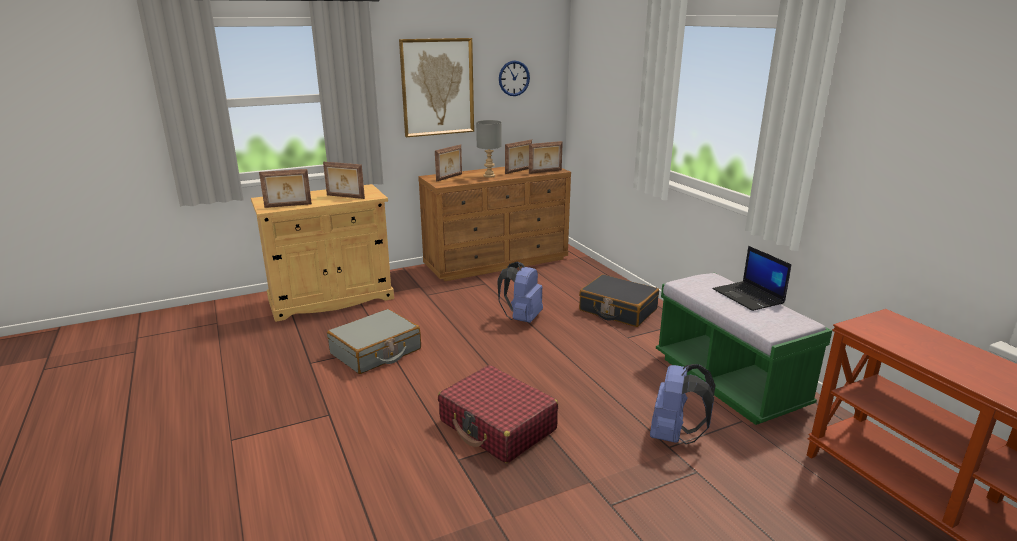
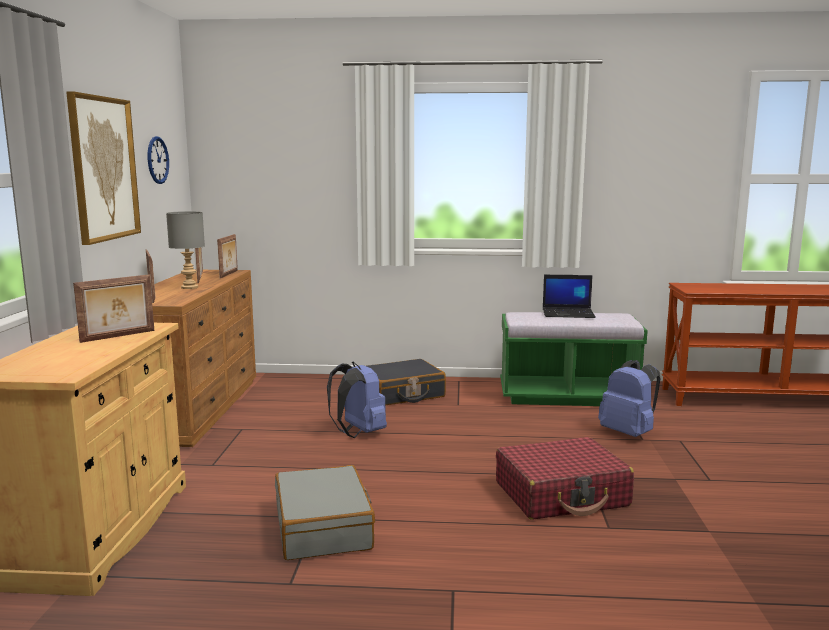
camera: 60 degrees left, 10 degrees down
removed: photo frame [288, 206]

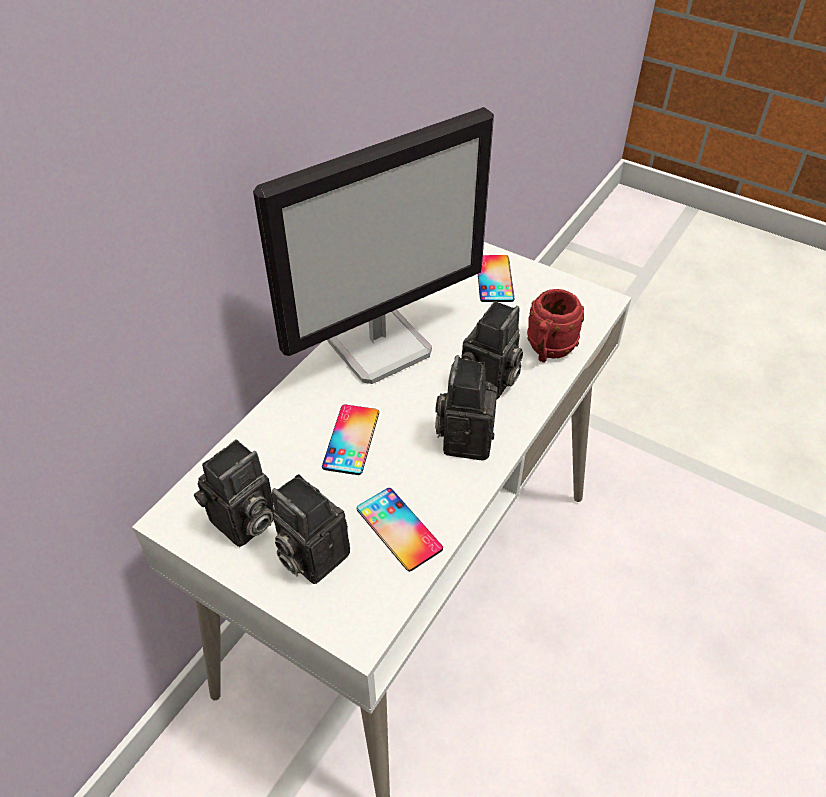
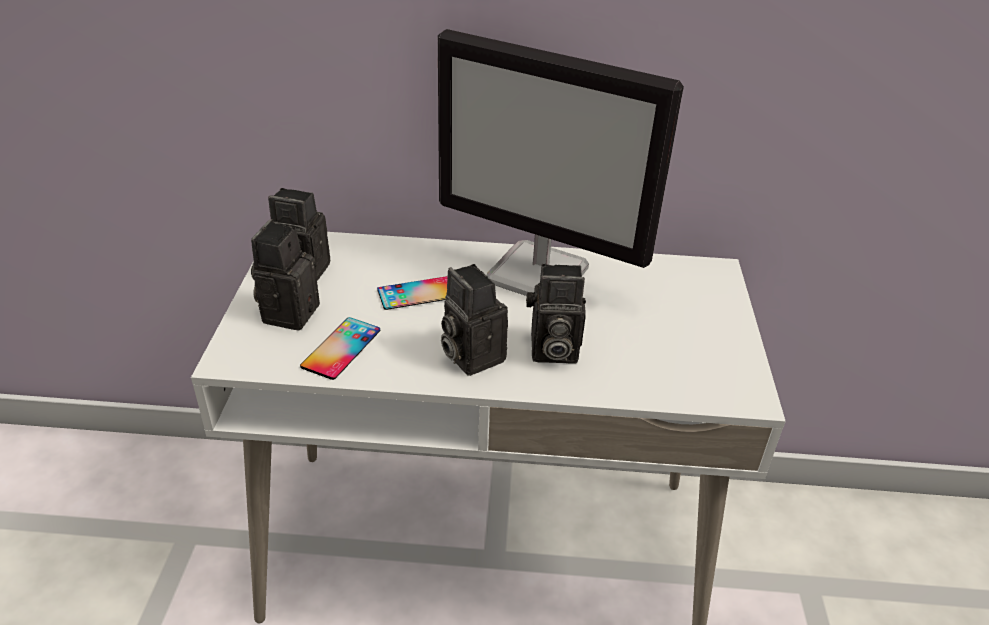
camera: 60 degrees right, 10 degrees down
removed: phone [494, 279]; coffee mug (red) [548, 351]
turned: still camera [464, 437] = [469, 355] 105 degrees counterclockwise

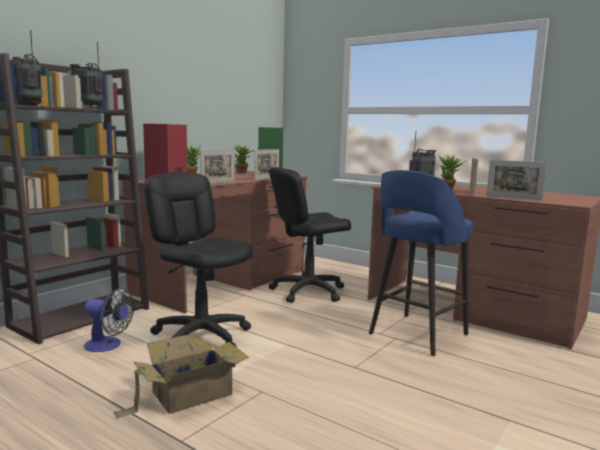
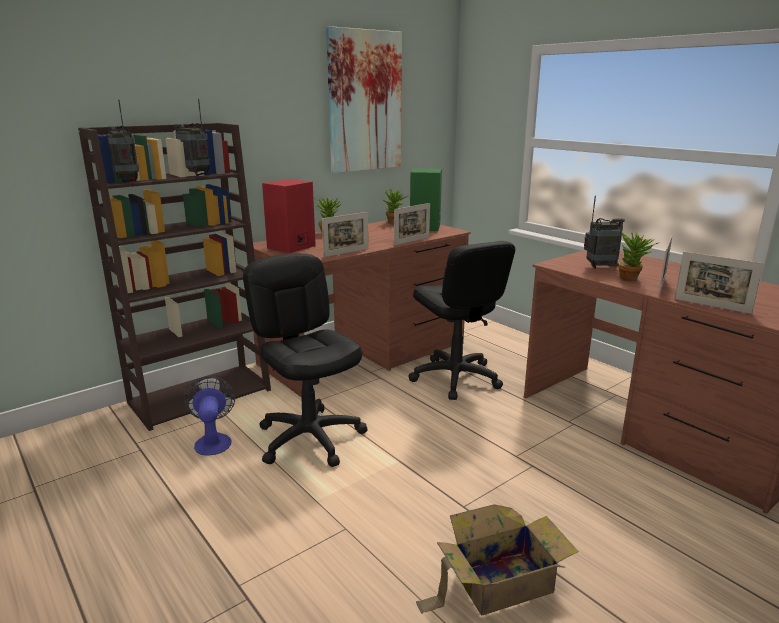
camera: 15 degrees right, 10 degrees up
removed: stool seat (bluish) [416, 335]
added: wall picture [365, 102]
moved: cardboard box [188, 394] to [498, 583]
turned: desk chair (black) [308, 291] = [455, 378] 105 degrees counterclockwise; fan [108, 345] = [213, 440] 135 degrees counterclockwise

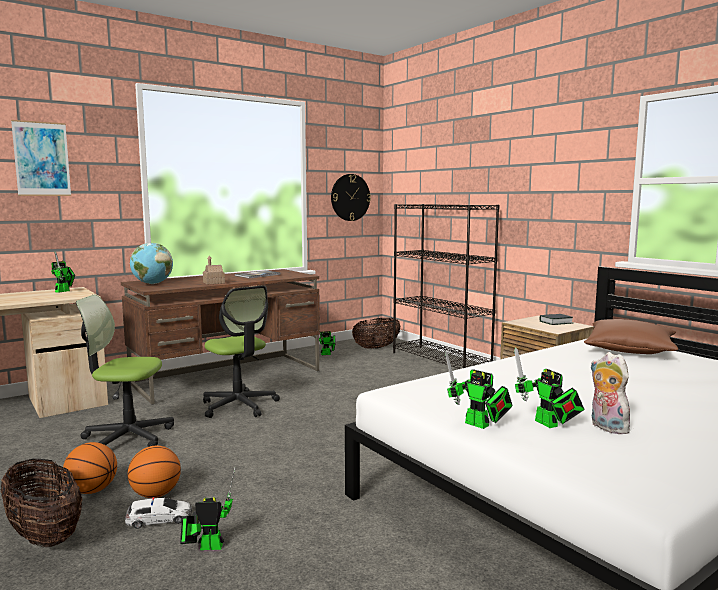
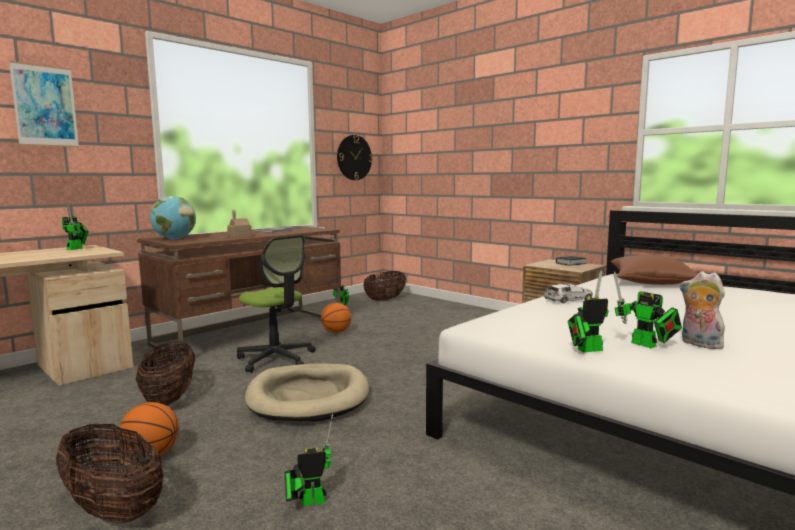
camera: 10 degrees left, 0 degrees up
removed: shelving unit (black) [441, 360]
added: dog cushion (beige) [308, 397]
moved: basketball [155, 494] to [336, 332]; model car [159, 519] to [568, 299]
replaced: desk chair [127, 438] to basket [169, 398]
turned: model robot [480, 425] = [586, 350] 135 degrees clockwise

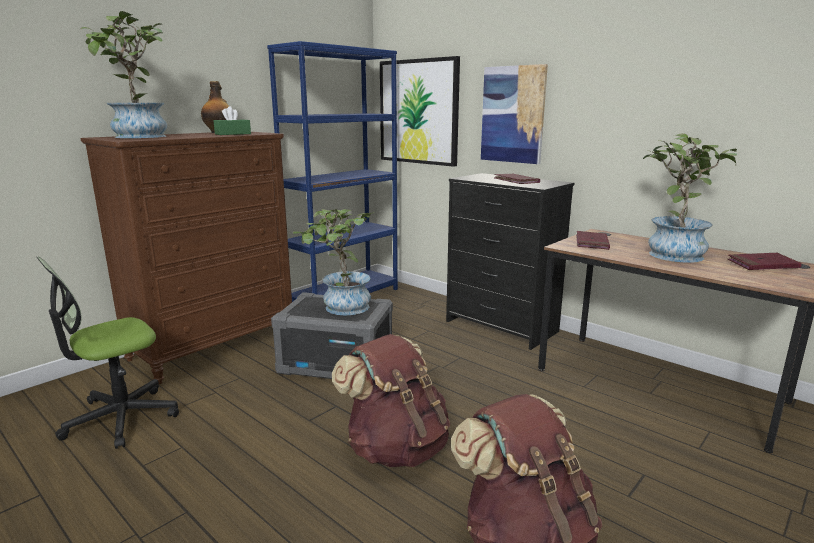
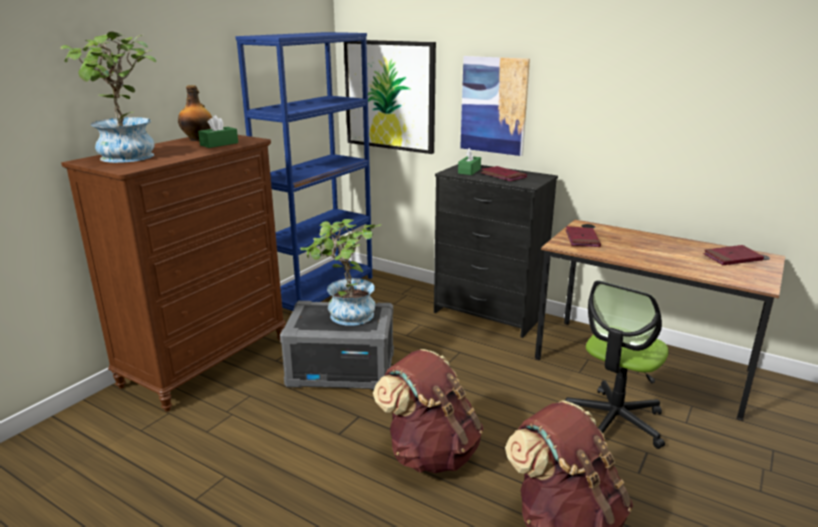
camera: 10 degrees left, 5 degrees up
removed: plant in a pot [675, 253]
added: tissue box (green) [469, 171]
moved: desk chair [121, 418] to [613, 420]

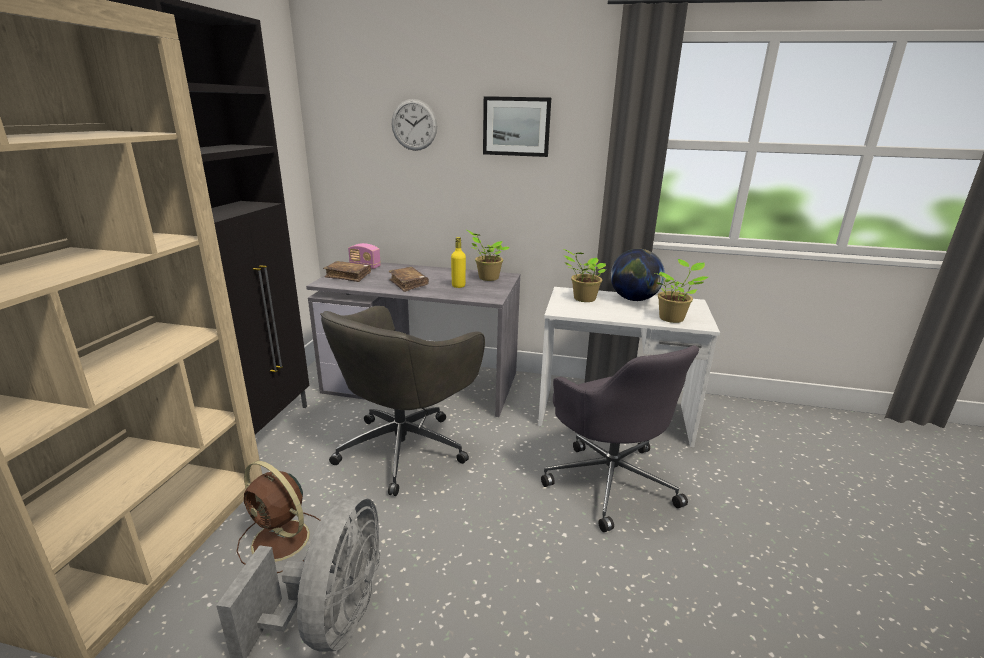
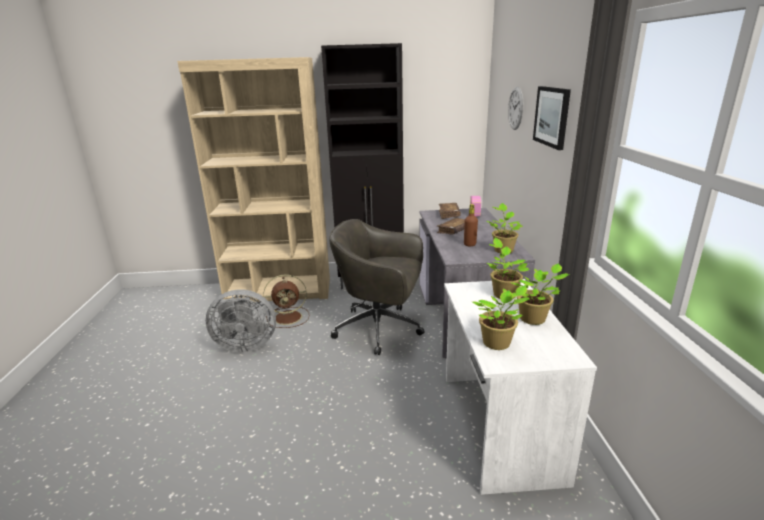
camera: 75 degrees right, 0 degrees up
removed: desk chair (greyish) [609, 480]
replaced: world globe [633, 299] to plant in a pot [534, 319]
recoloured: beverage bottle (yellowish) [458, 286] to beverage bottle (brown) [469, 244]
turned: fan (brown) [282, 541] = [289, 317] 120 degrees counterclockwise

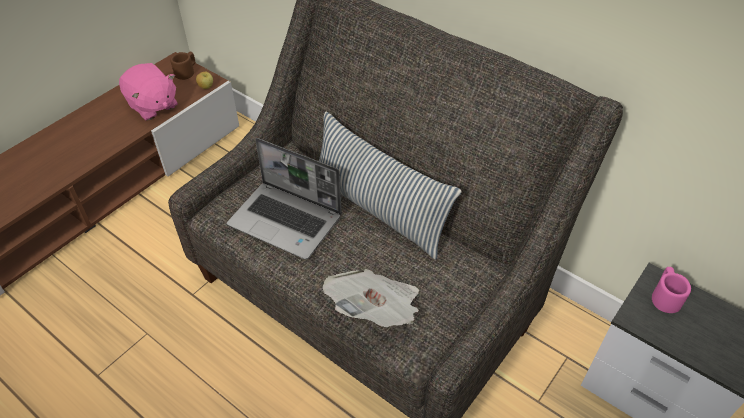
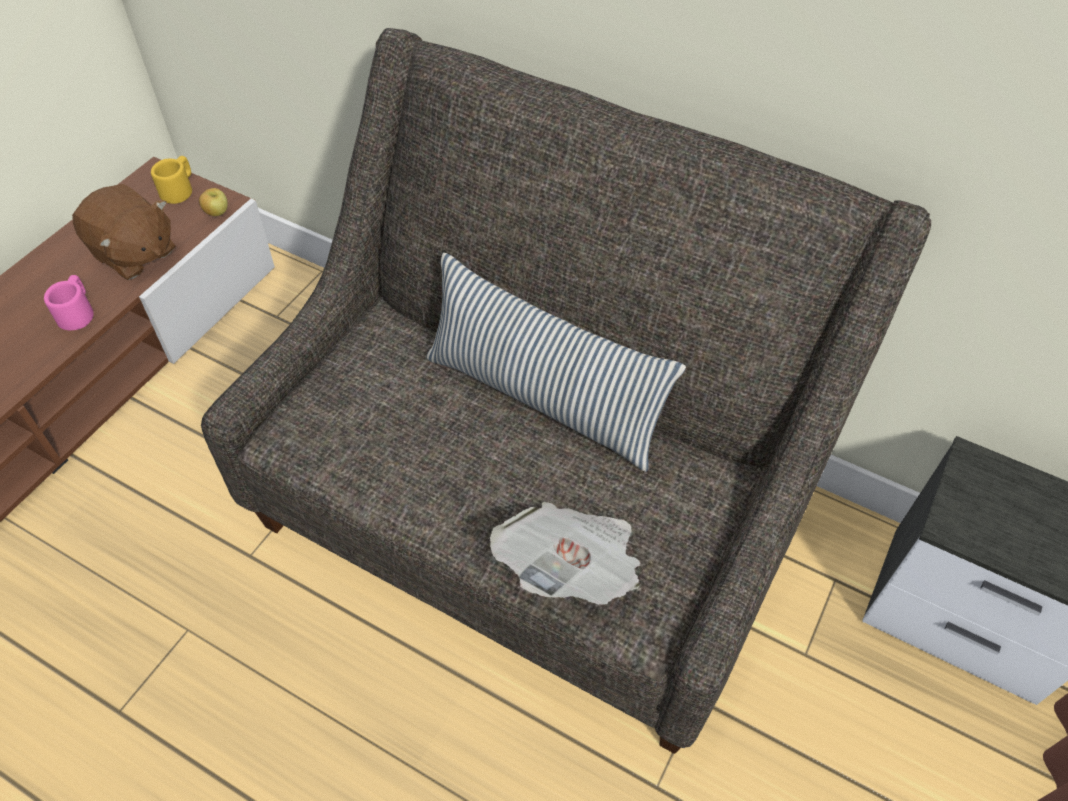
camera: 10 degrees left, 5 degrees up
removed: portable computer [287, 221]
moved: coffee mug (pink) [665, 296] to [78, 312]
recoloured: coffee mug (brown) [186, 72] to coffee mug (yellowish) [179, 189]; soft toy (pink) [152, 106] to soft toy (brown) [134, 254]

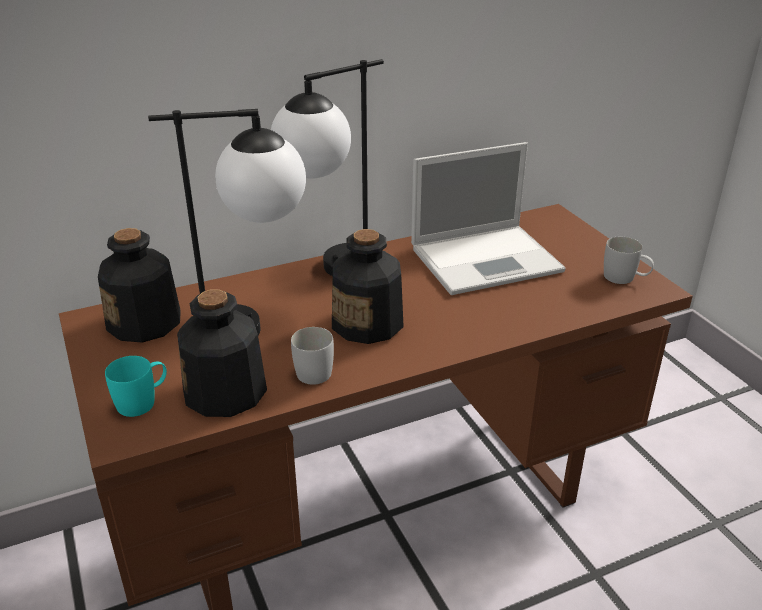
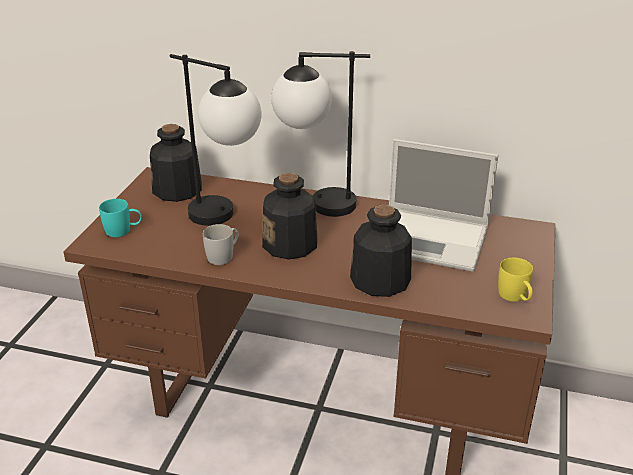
camera: 40 degrees right, 0 degrees up
moved: beverage bottle [226, 393] to [380, 280]
recoloured: coffee mug (white) [625, 278] to coffee mug (yellowish) [515, 297]

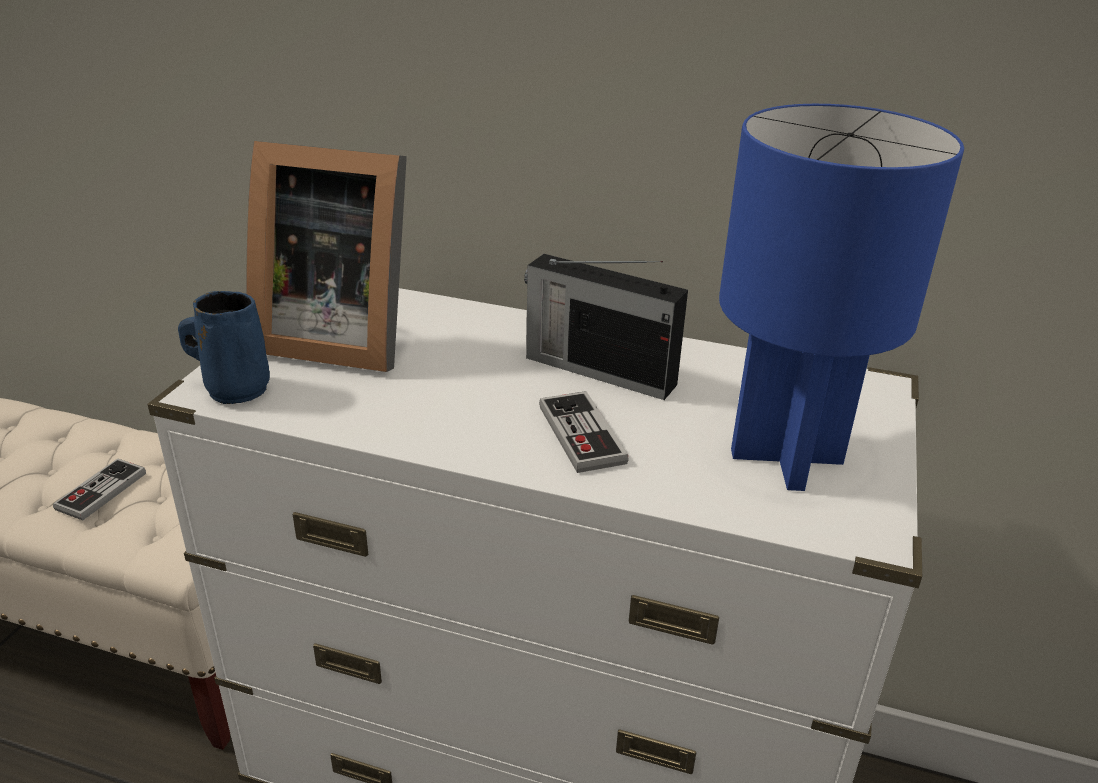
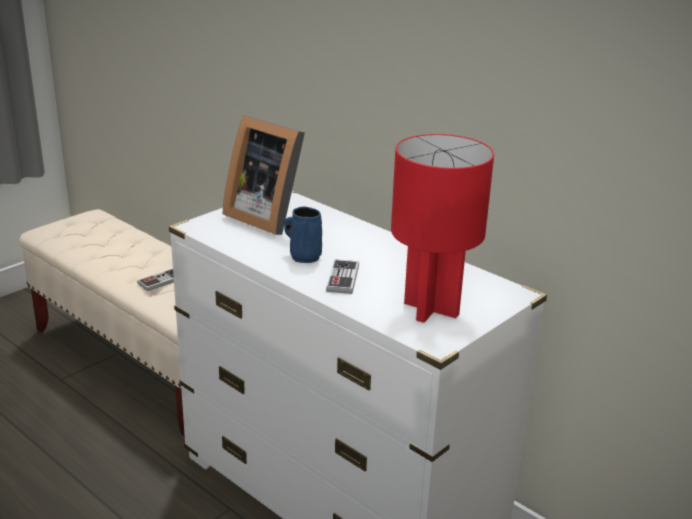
camera: 25 degrees right, 5 degrees down
removed: radio receiver [597, 370]
moved: coffee mug (bluish) [234, 389] to [304, 256]
recoloured: tabletop lamp (bluish) [785, 457] to tabletop lamp (red) [430, 309]

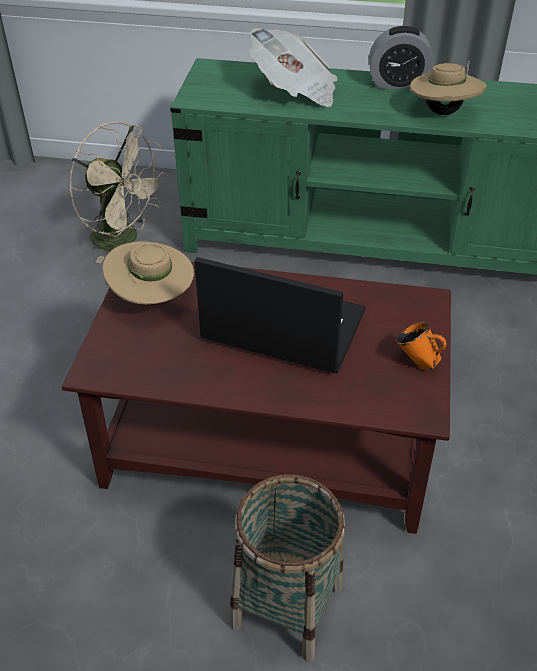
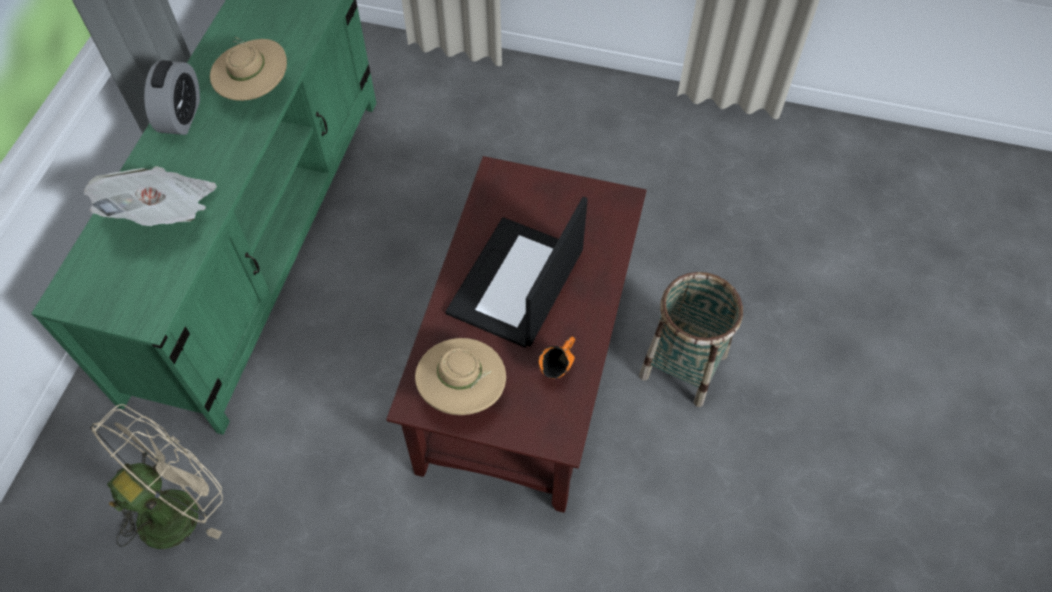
camera: 85 degrees left, 15 degrees up
moved: coffee mug (orange-coloured) [417, 363] to [558, 370]

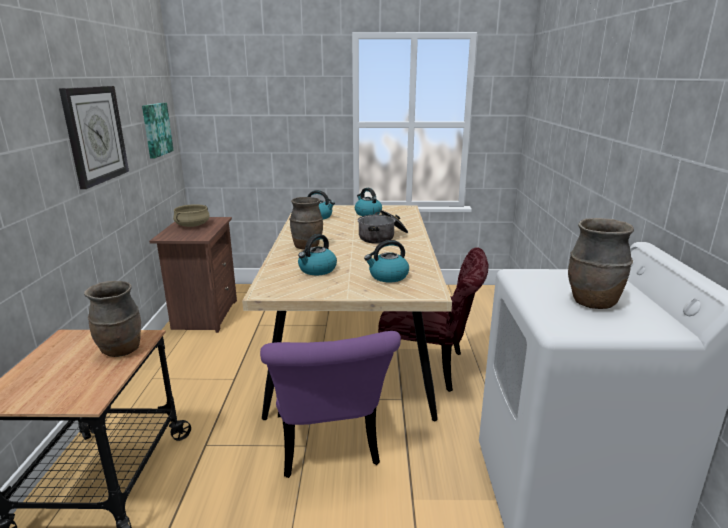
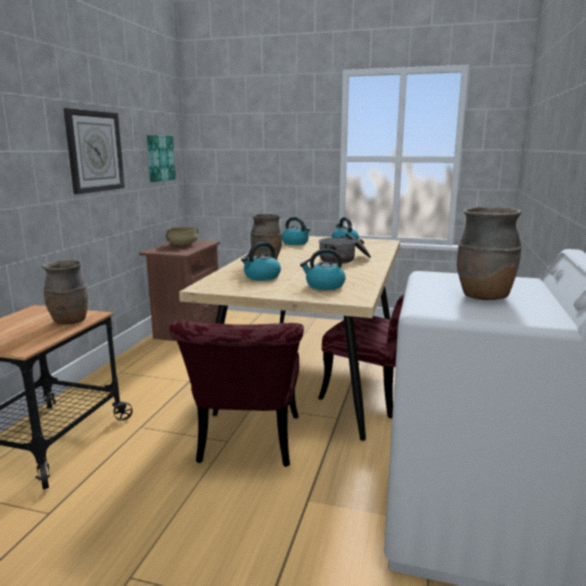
camera: 15 degrees right, 5 degrees down
recoloured: chair (purple) [328, 447] to chair (red) [247, 446]

